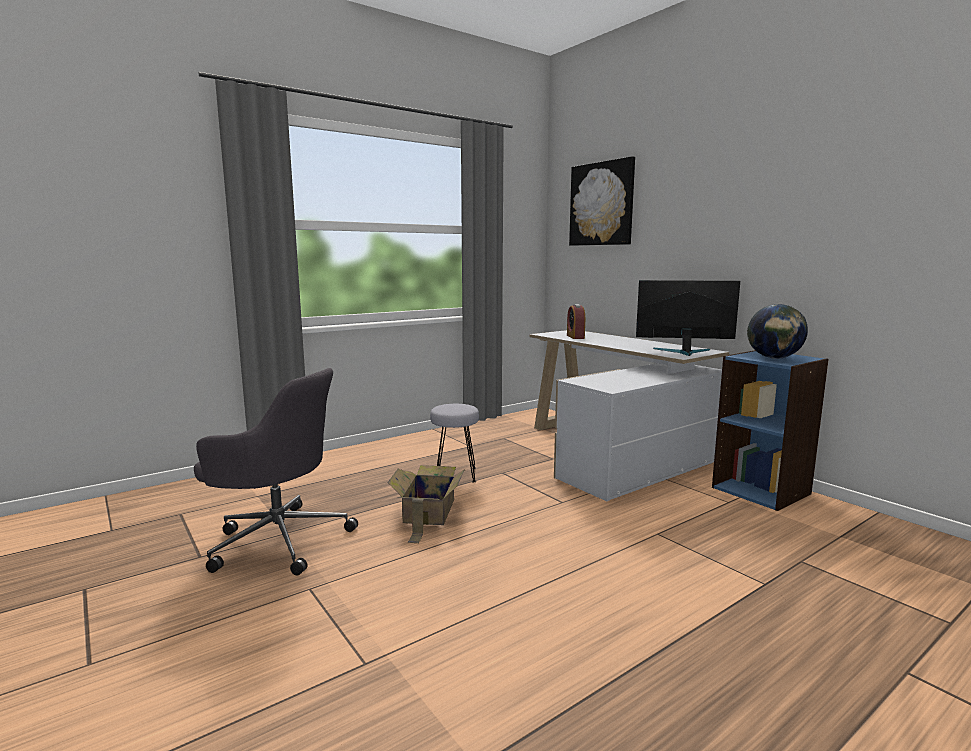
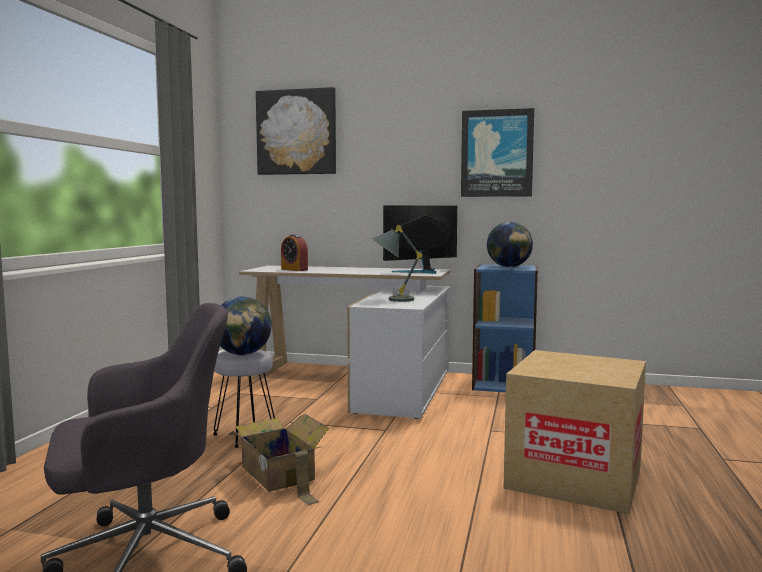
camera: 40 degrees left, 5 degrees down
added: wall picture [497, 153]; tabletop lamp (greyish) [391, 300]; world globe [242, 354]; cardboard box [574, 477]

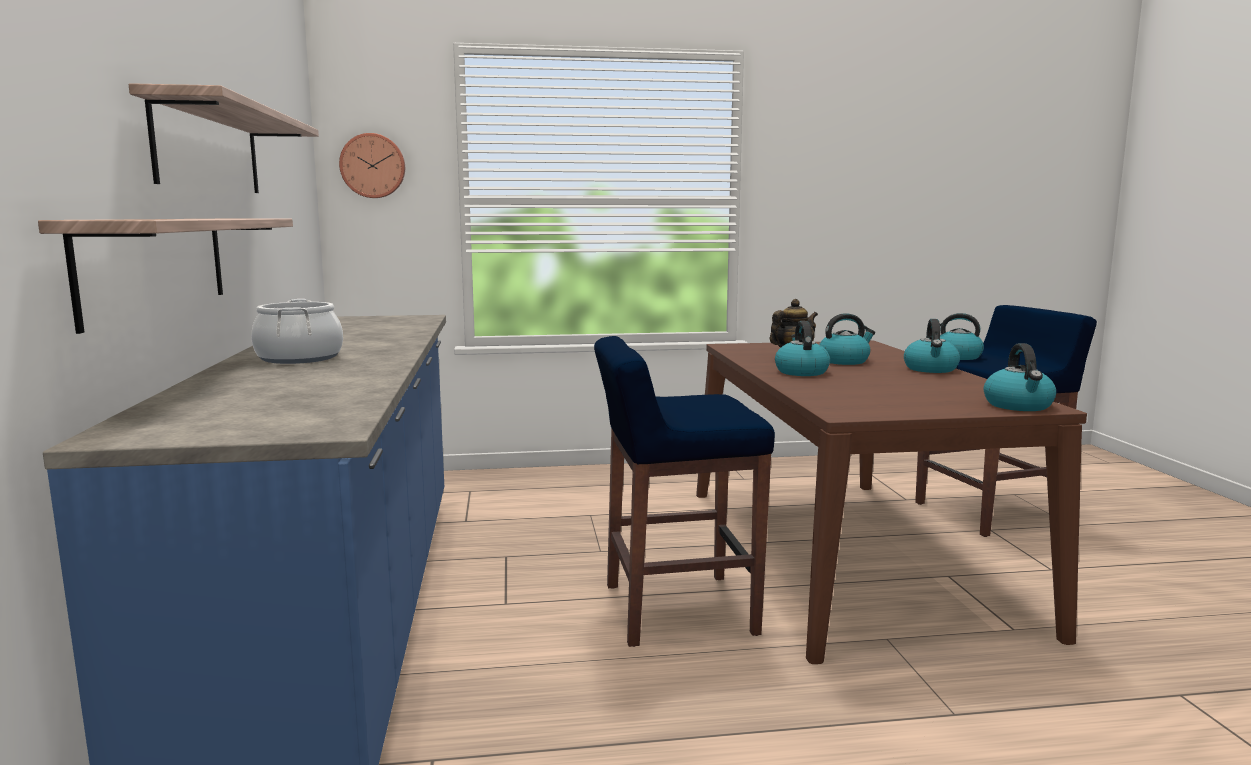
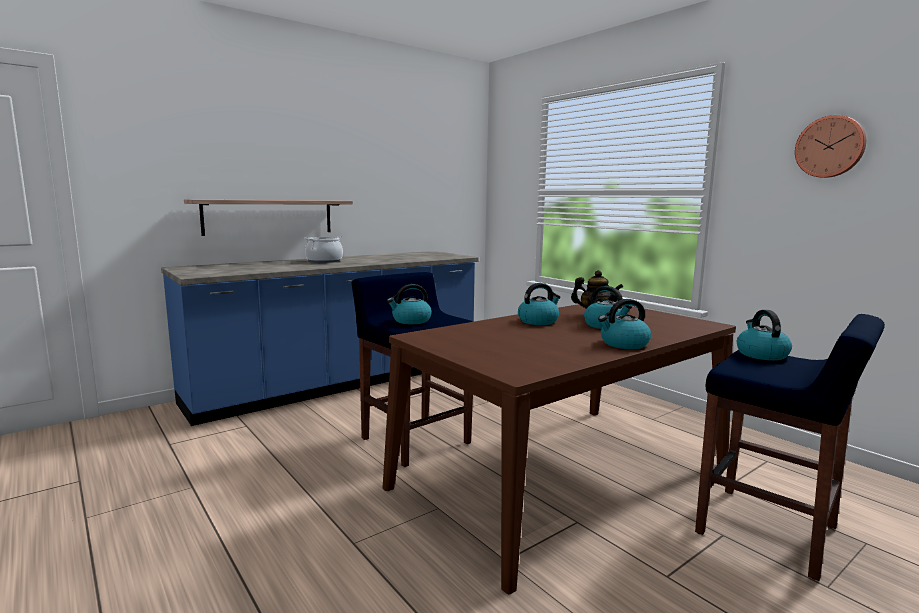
camera: 60 degrees right, 0 degrees up
removed: bracket shelf [210, 150]
moved: wall clock [373, 166] to [830, 147]; tea kettle [1019, 406] to [411, 321]

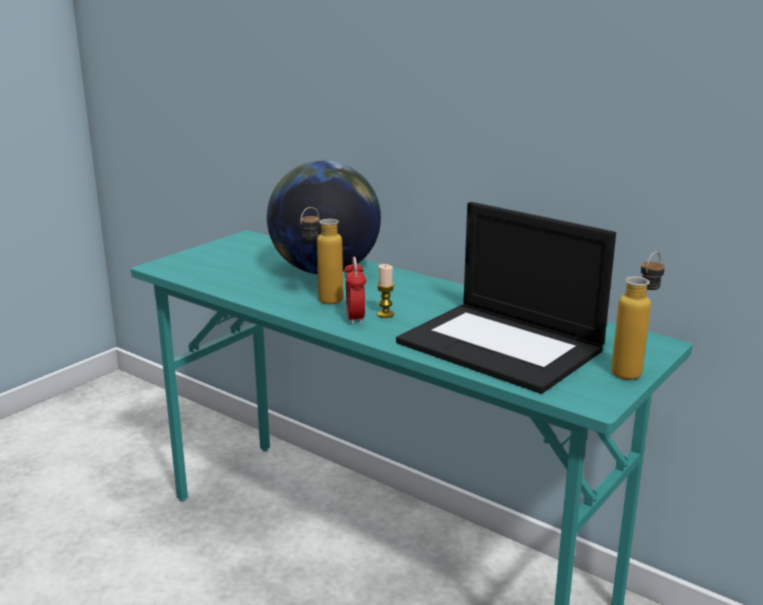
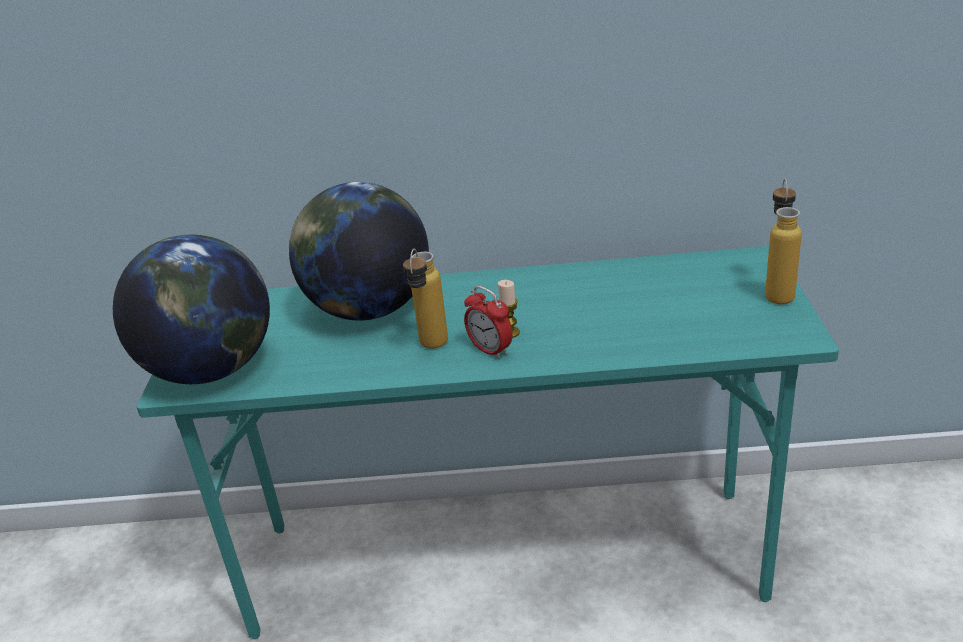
camera: 35 degrees left, 10 degrees up
removed: portable computer [503, 346]
added: world globe [212, 369]

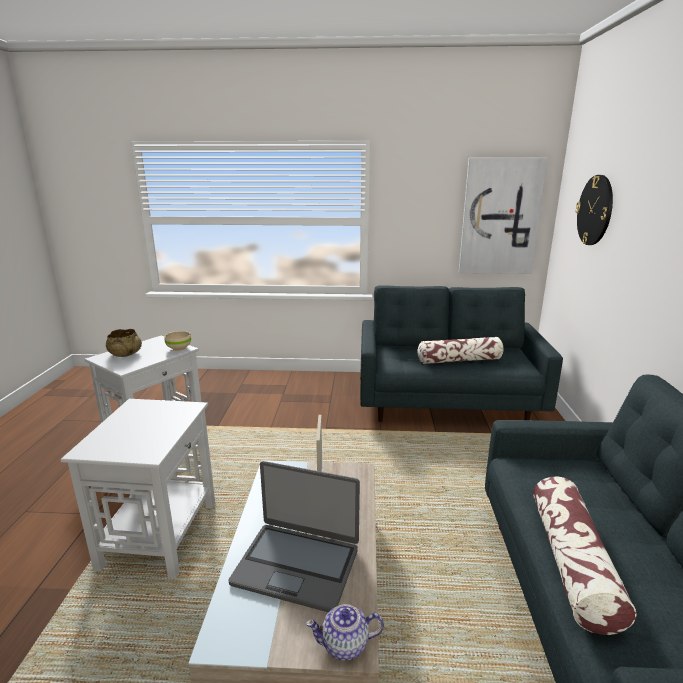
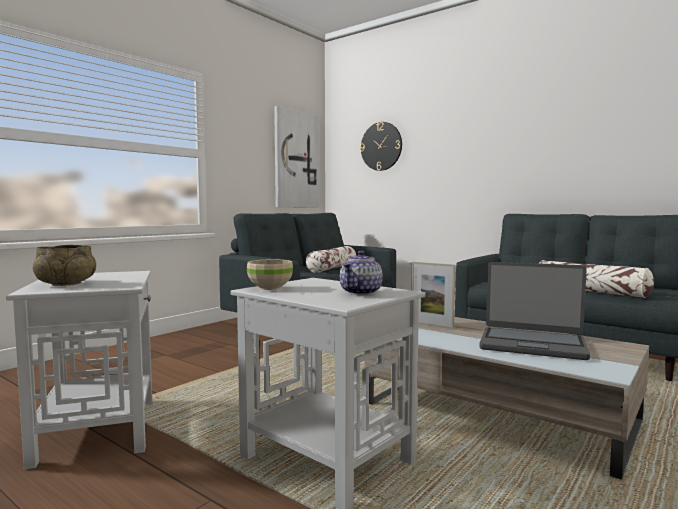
camera: 55 degrees left, 15 degrees down
moved: serving bowl (beige) [179, 348] to [269, 288]; teapot [345, 645] to [361, 292]
turned: portable computer [297, 565] = [532, 344] 60 degrees clockwise

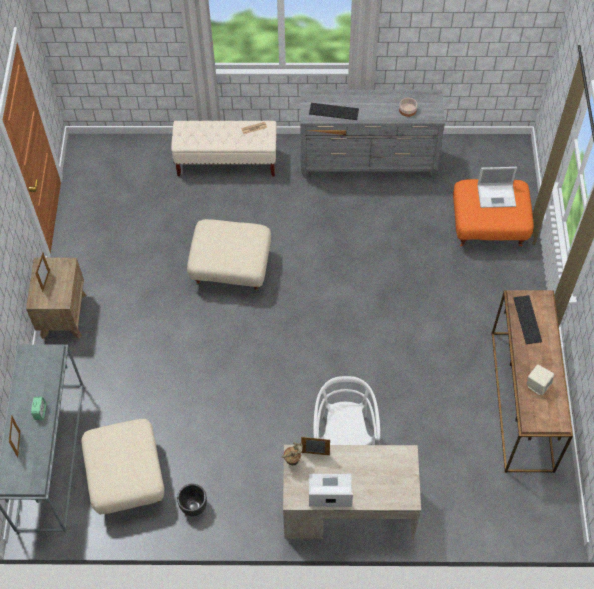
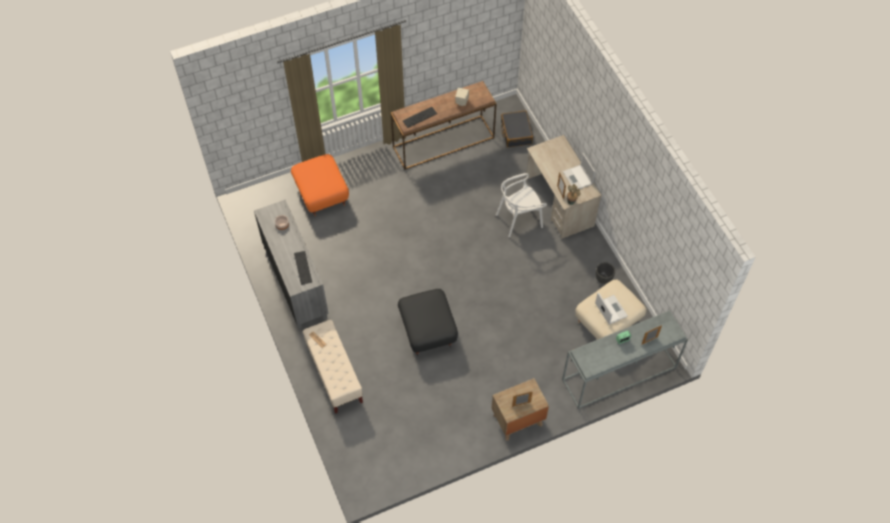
camera: 115 degrees left, 0 degrees up
added: piece of luggage (black) [516, 132]
moved: portable computer [497, 195] to [610, 309]
recoloured: footrest (beige) [230, 270] to footrest (black) [428, 331]

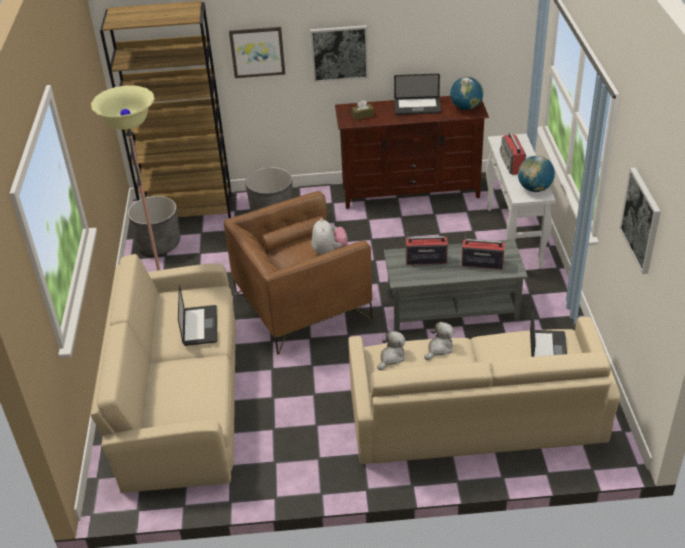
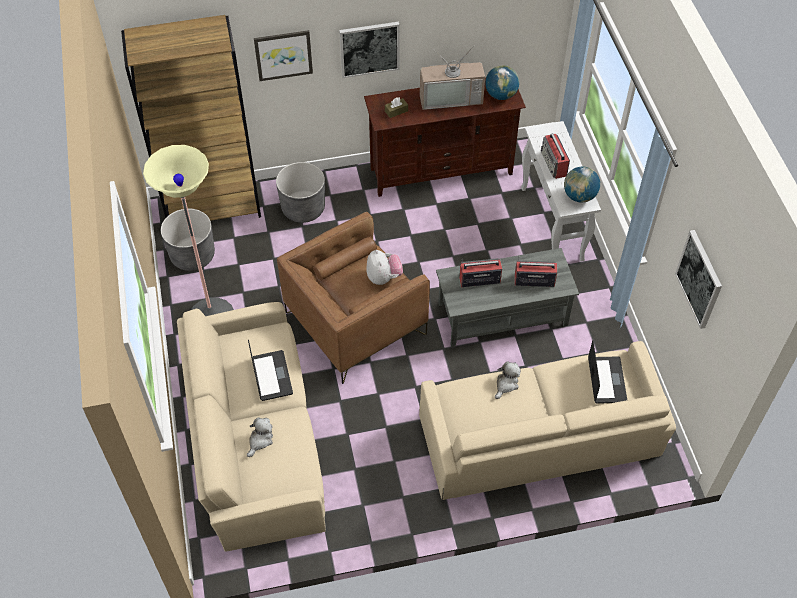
camera: 10 degrees left, 15 degrees up
moved: soft toy [391, 357] to [260, 440]
replaced: portable computer [417, 107] to television [451, 96]

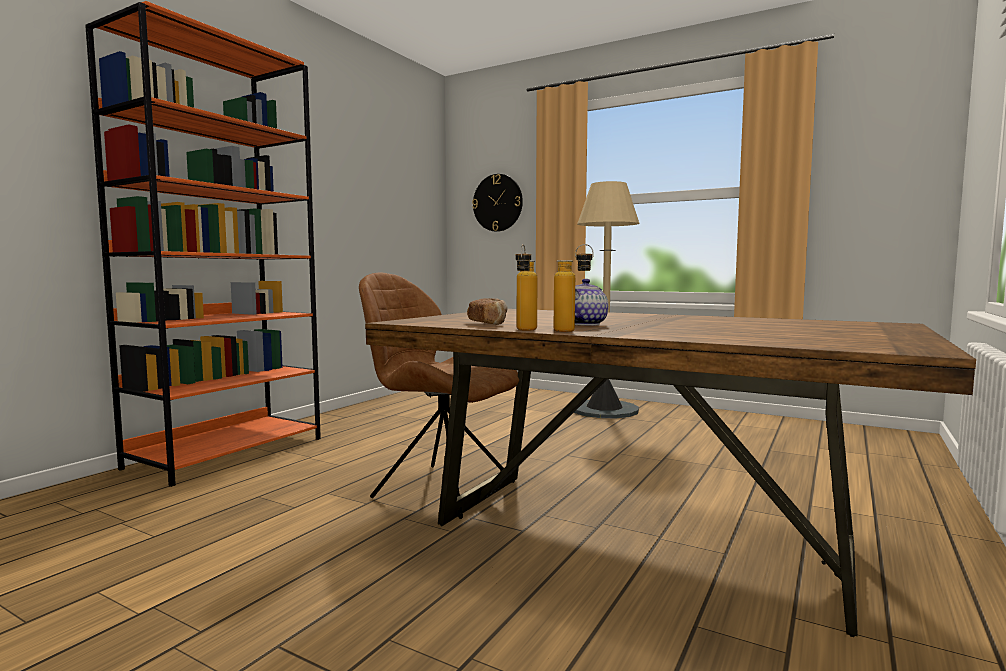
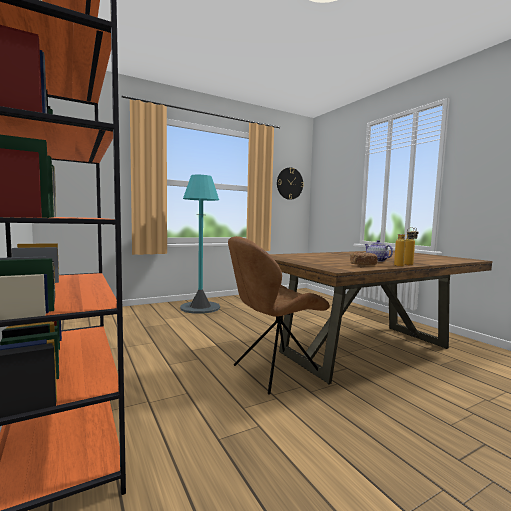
camera: 60 degrees left, 0 degrees up
moved: wall clock [497, 203] to [289, 183]
recoloured: standard lamp (beige) [604, 410] to standard lamp (turquoise) [200, 308]

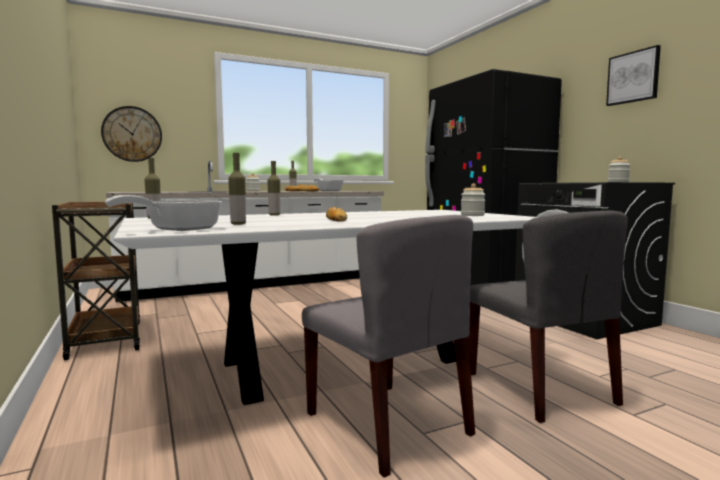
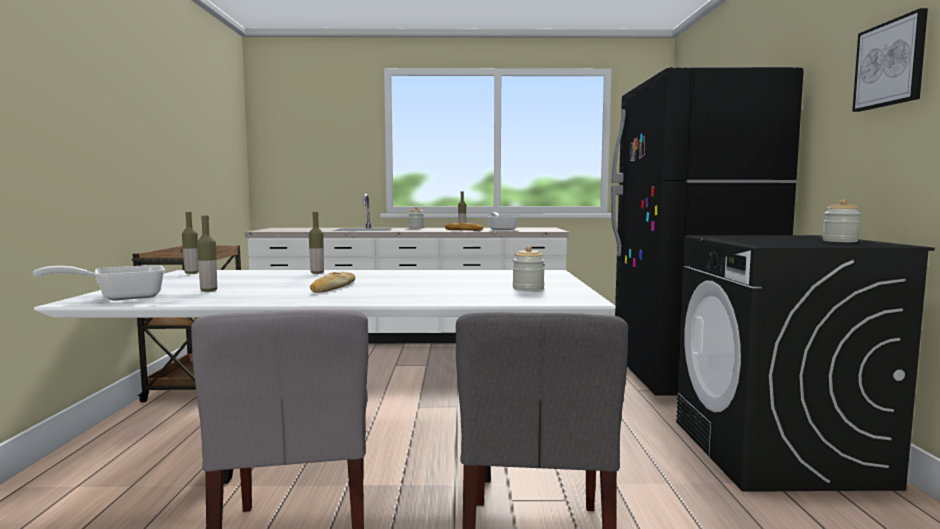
camera: 25 degrees right, 0 degrees up
removed: wall clock [132, 134]

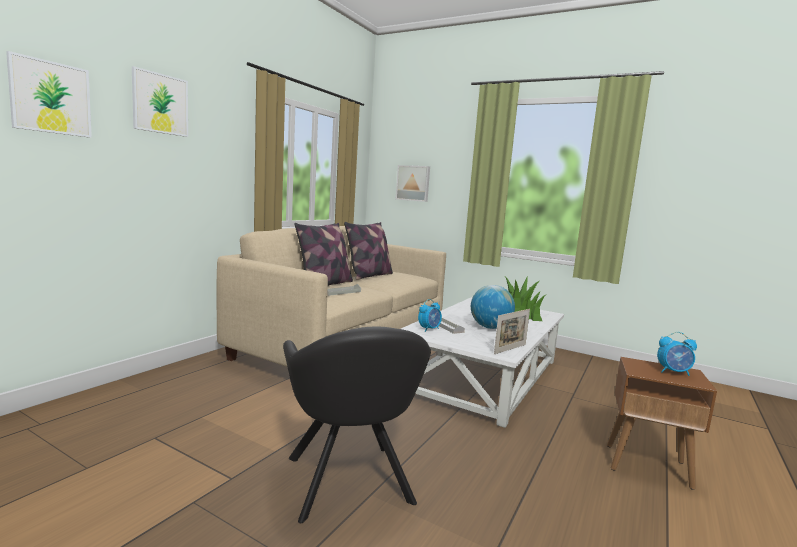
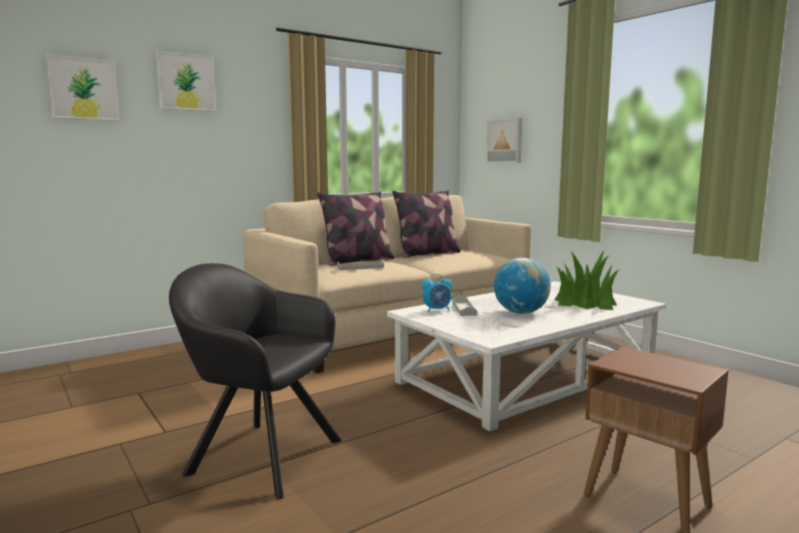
camera: 25 degrees right, 0 degrees up
removed: photo frame [510, 349]; table clock [673, 372]
turned: lounge chair (black) [350, 485] = [259, 454] 105 degrees clockwise

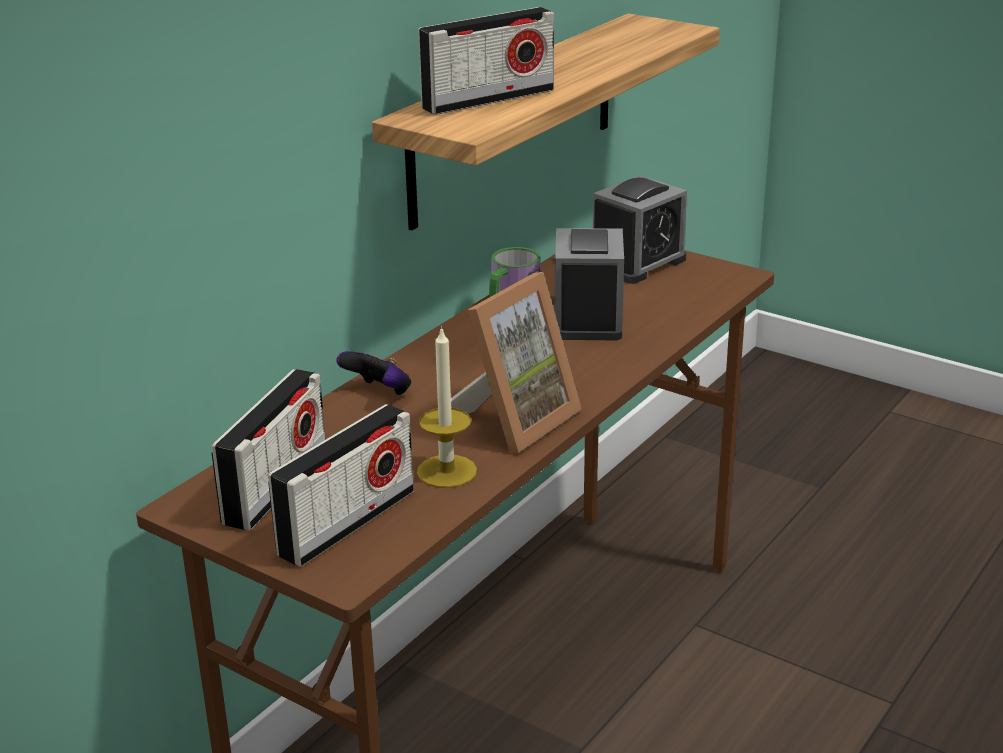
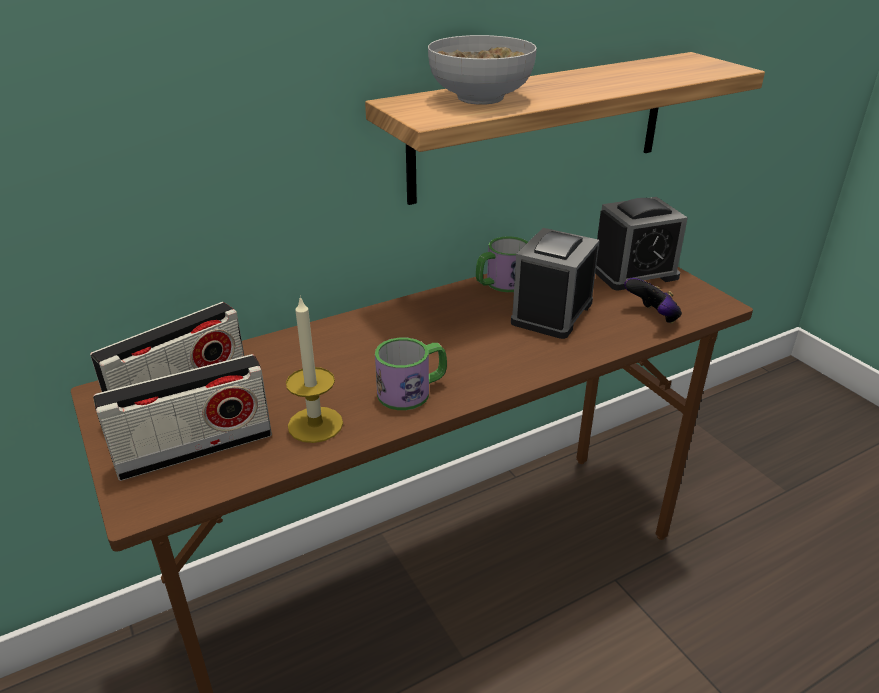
camera: 25 degrees right, 5 degrees up
moved: joypad [379, 393] to [652, 317]
replaced: radio receiver [488, 99] to serving bowl [481, 98]; photo frame [514, 420] to coffee mug [412, 391]

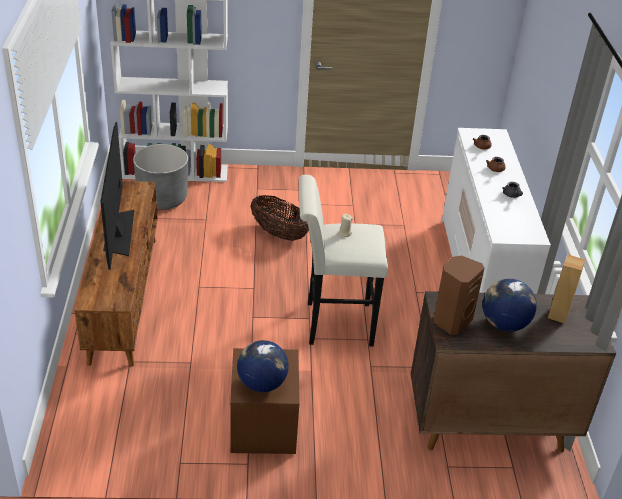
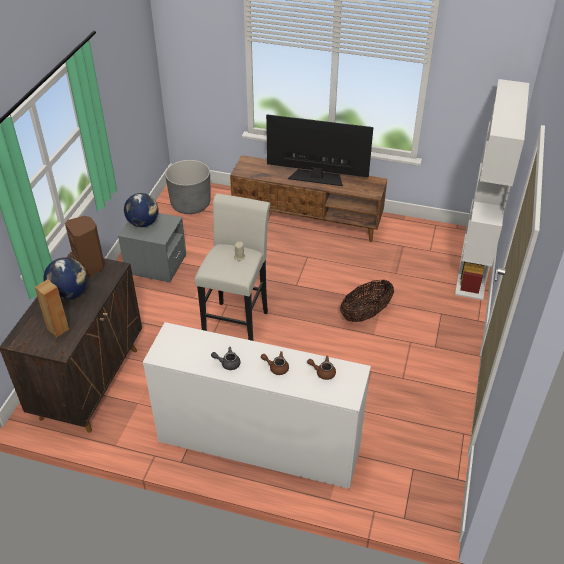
camera: 110 degrees right, 5 degrees up
moved: flower pot (greyish) [162, 198] to [190, 204]
recoloured: bedside table (brown) [263, 426] to bedside table (greyish) [156, 264]

